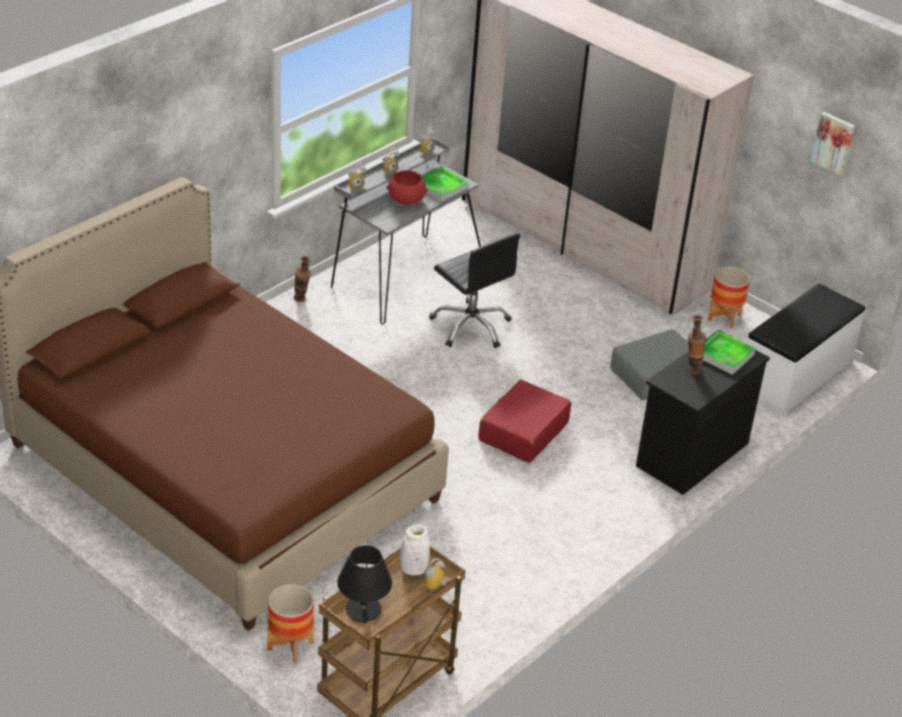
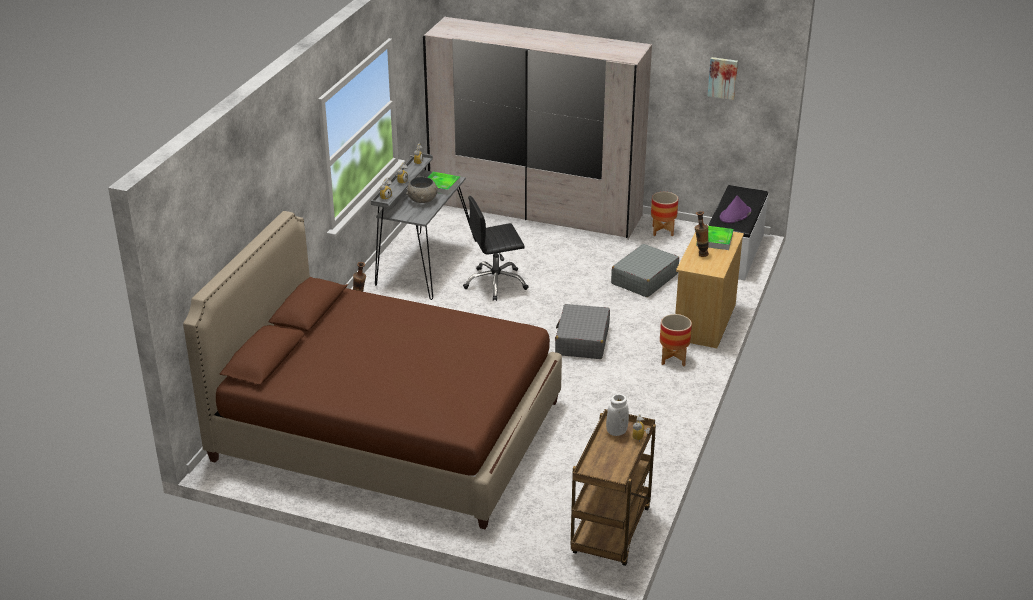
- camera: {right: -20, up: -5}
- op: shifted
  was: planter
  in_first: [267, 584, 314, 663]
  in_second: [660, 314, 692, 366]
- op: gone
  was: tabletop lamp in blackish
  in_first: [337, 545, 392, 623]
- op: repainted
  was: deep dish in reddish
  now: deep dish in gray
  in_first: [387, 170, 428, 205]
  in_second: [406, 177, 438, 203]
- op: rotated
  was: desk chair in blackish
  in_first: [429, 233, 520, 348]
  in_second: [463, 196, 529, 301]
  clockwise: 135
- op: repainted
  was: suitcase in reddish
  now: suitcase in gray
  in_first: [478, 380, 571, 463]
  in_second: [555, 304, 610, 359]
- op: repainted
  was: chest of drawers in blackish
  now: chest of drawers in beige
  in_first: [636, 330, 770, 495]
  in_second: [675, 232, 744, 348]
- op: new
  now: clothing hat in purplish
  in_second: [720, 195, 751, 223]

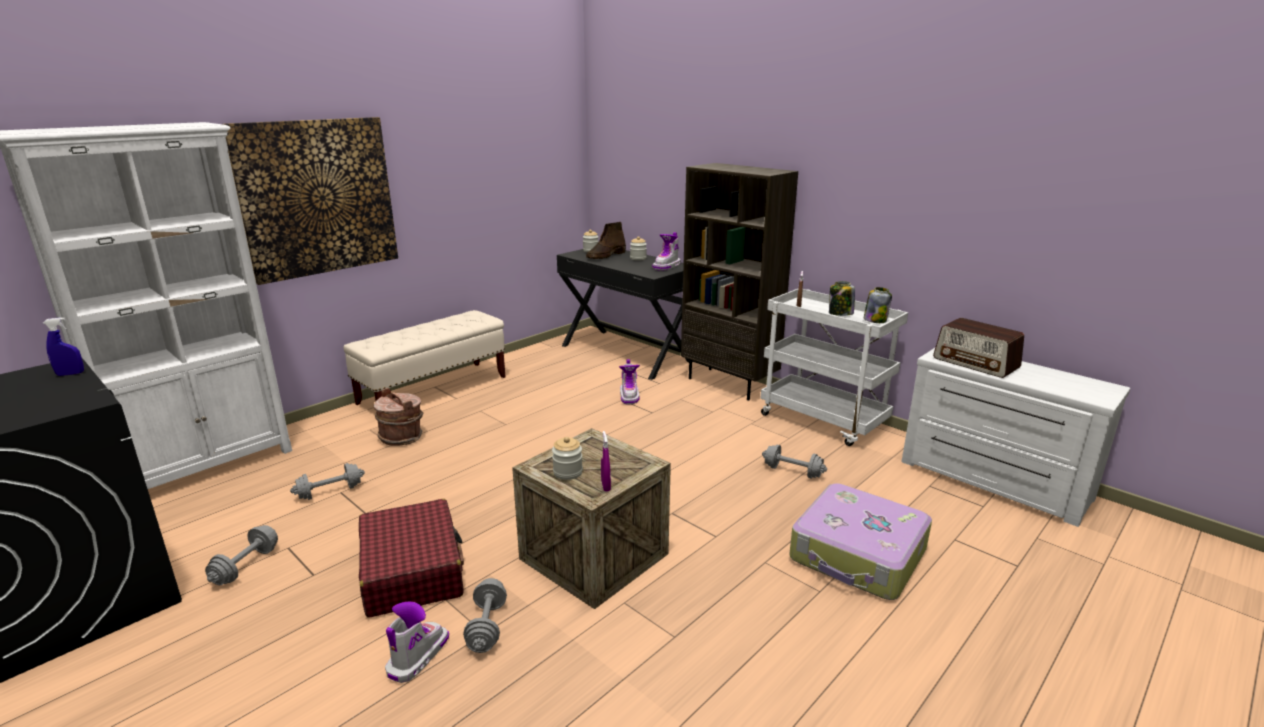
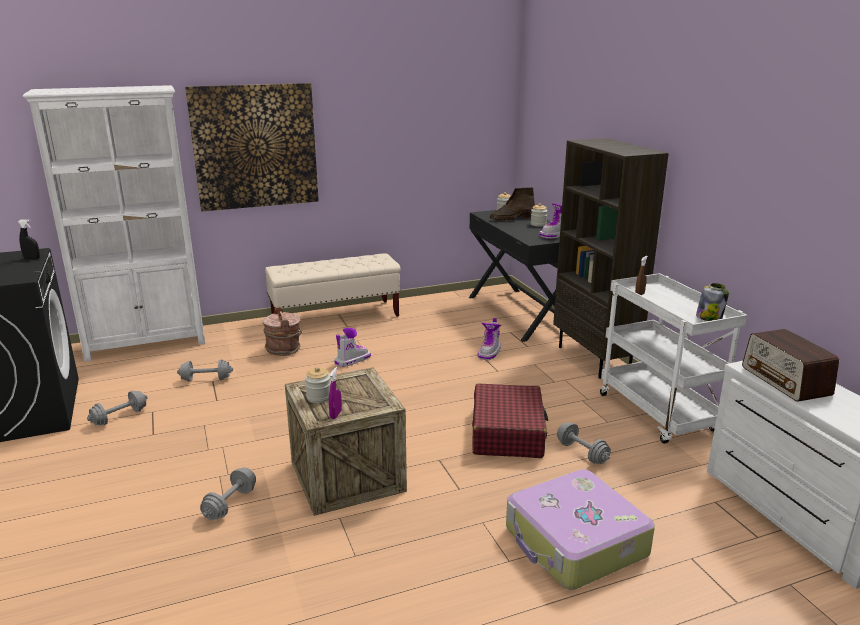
- camera: {right: 25, up: 0}
- op: repainted
  was: hand sprayer in blue
  now: hand sprayer in blackish
  in_first: [43, 317, 84, 376]
  in_second: [18, 219, 40, 259]
- op: shifted
  was: suitcase in reddish
  in_first: [359, 499, 464, 618]
  in_second: [472, 383, 548, 458]
- op: shifted
  was: boot
  in_first: [385, 601, 449, 683]
  in_second: [334, 328, 371, 367]
- op: gone
  was: jar
  in_first: [829, 281, 855, 316]

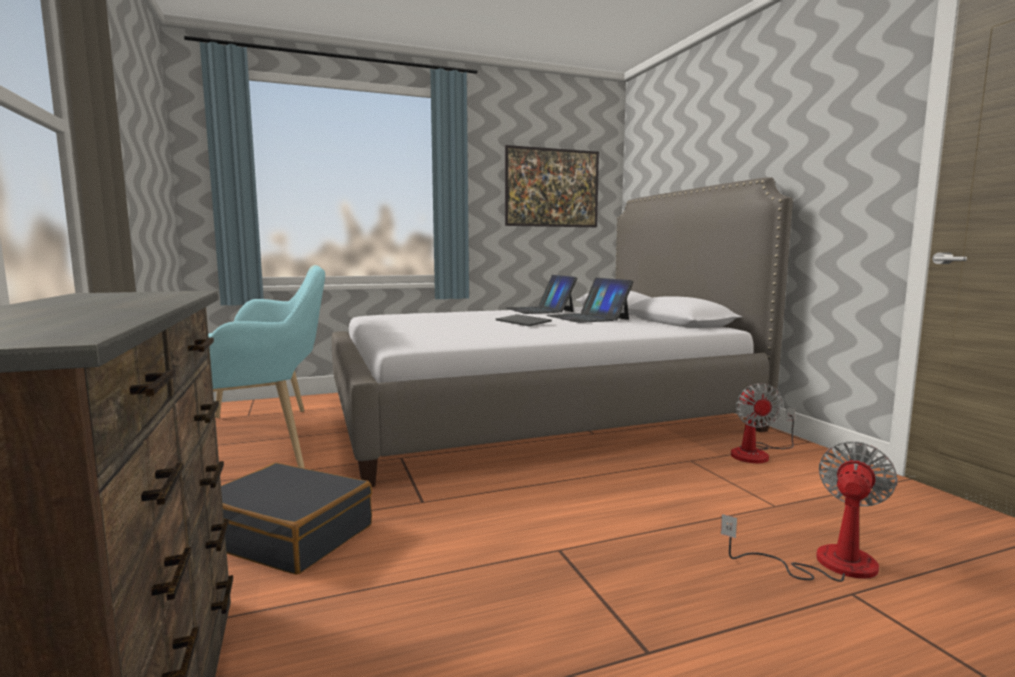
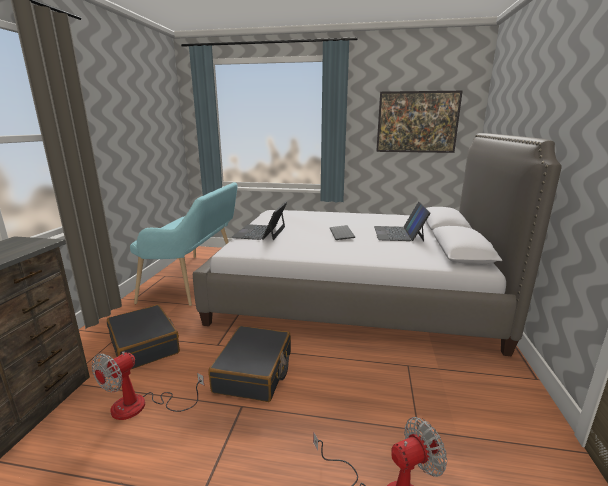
- camera: {right: 30, up: 10}
- op: shifted
  was: laptop
  in_first: [506, 275, 577, 314]
  in_second: [231, 201, 287, 240]
- op: shifted
  was: electric fan
  in_first: [731, 383, 795, 463]
  in_second: [92, 351, 204, 420]
- op: new
  now: suitcase in blackish
  in_second: [208, 326, 291, 402]

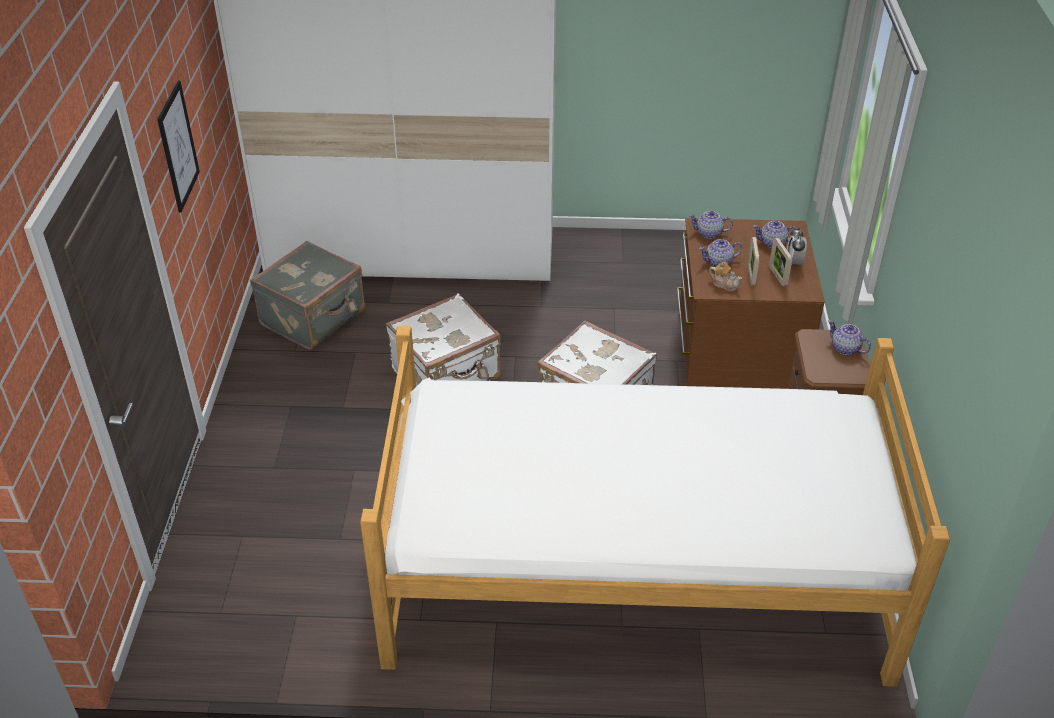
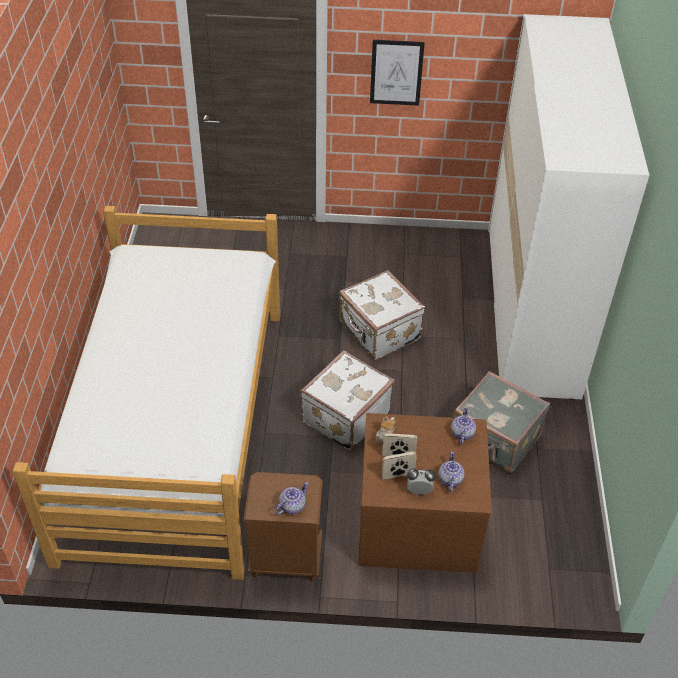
- camera: {right: 90, up: 5}
- op: shifted
  was: suitcase in gray
  in_first: [250, 241, 365, 349]
  in_second: [454, 371, 550, 473]
- op: gone
  was: teapot
  in_first: [699, 239, 742, 267]

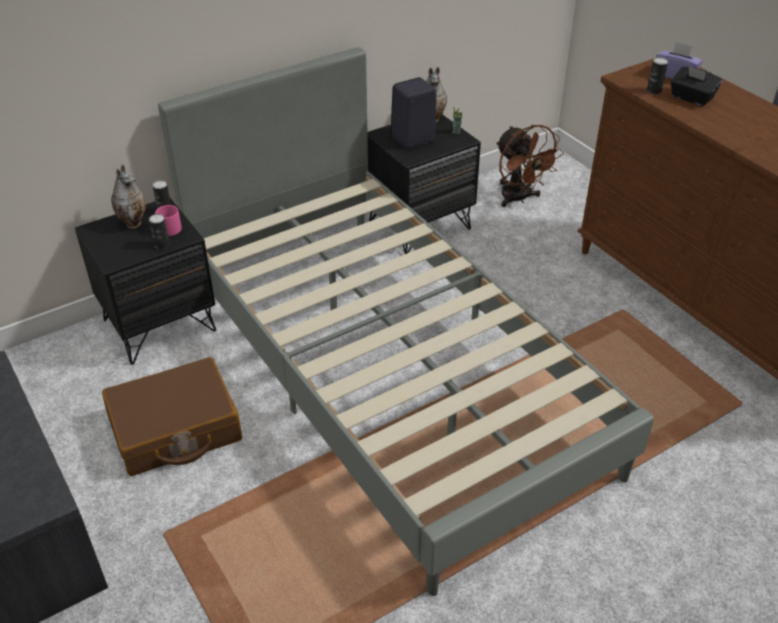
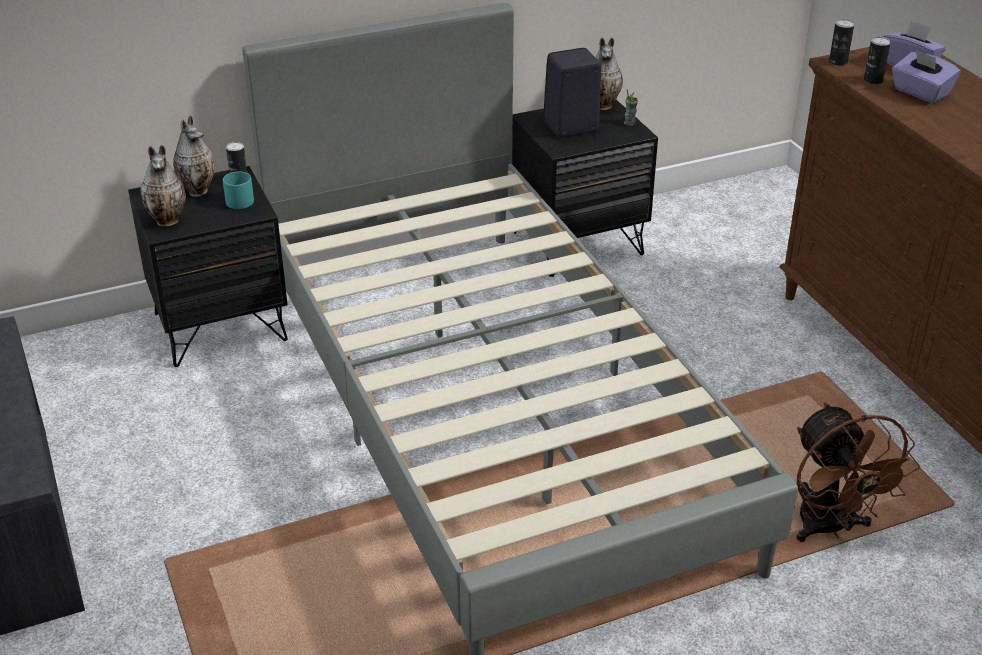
- camera: {right: 10, up: -5}
- op: gone
  was: suitcase in brown-coloured
  in_first: [102, 357, 242, 476]
- op: shifted
  was: sealed can
  in_first: [149, 214, 170, 250]
  in_second: [829, 19, 854, 66]
- op: repainted
  was: mug in pink-coloured
  now: mug in turquoise
  in_first: [155, 205, 182, 236]
  in_second: [223, 171, 254, 209]
- op: shifted
  was: electric fan in brown-coloured
  in_first: [496, 125, 564, 207]
  in_second: [796, 403, 920, 542]
- op: repainted
  was: tissue holder in blackish
  now: tissue holder in purplish
  in_first: [670, 66, 722, 106]
  in_second: [892, 50, 960, 103]
- op: new
  now: flower vase
  in_second: [140, 145, 186, 227]

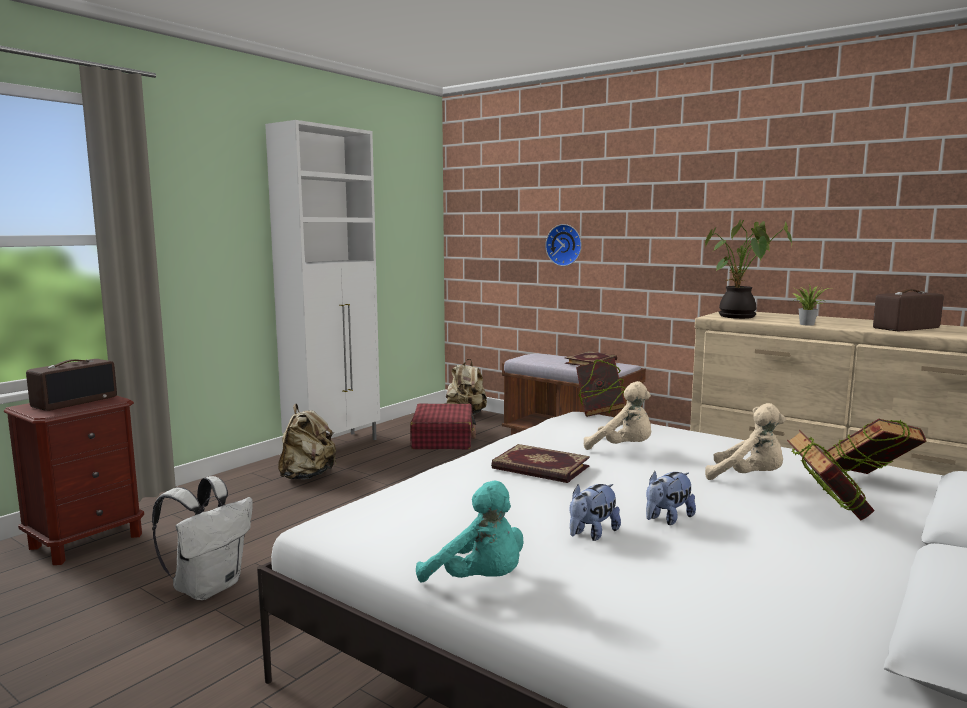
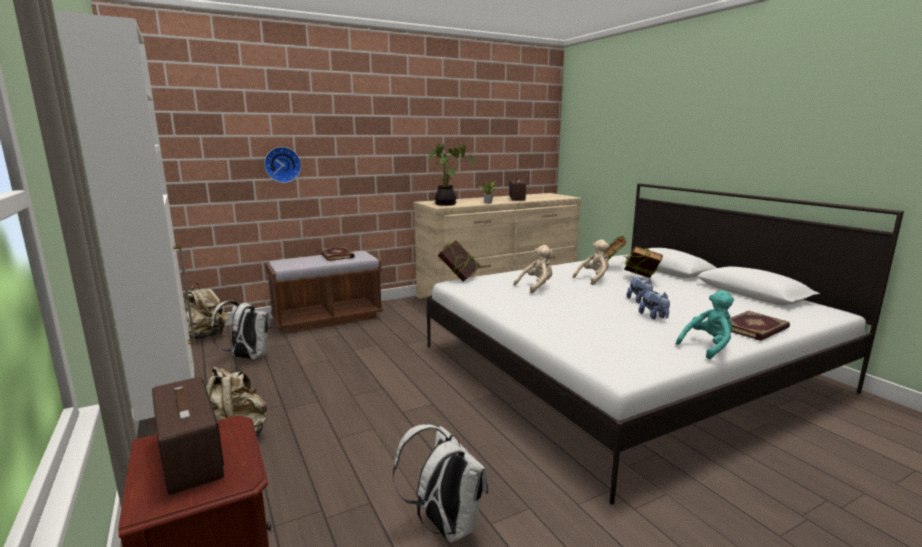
- camera: {right: -65, up: 5}
- op: swapped
  was: suitcase in reddish
  now: backpack in whitish
  in_first: [410, 403, 476, 449]
  in_second: [211, 300, 272, 360]
- op: shifted
  was: bound book
  in_first: [491, 444, 590, 483]
  in_second: [731, 311, 790, 341]

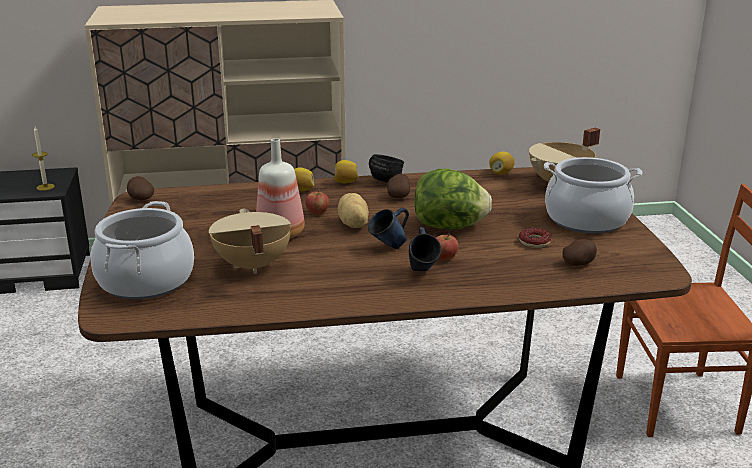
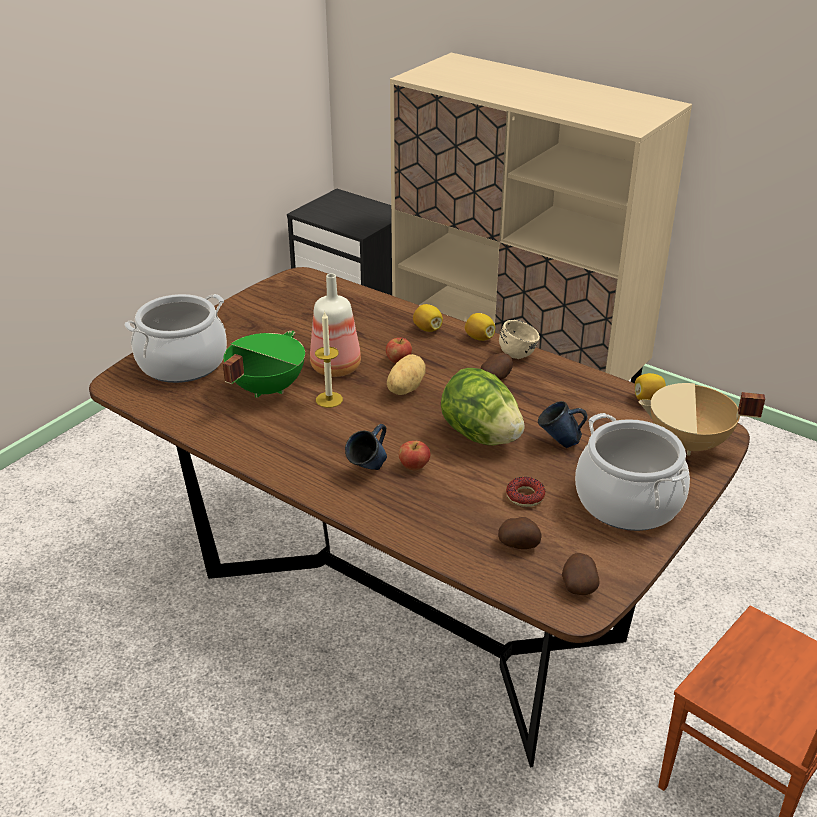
- camera: {right: 45, up: 10}
- op: shifted
  was: wax light
  in_first: [32, 126, 55, 191]
  in_second: [315, 311, 343, 408]
- op: shifted
  was: potato
  in_first: [127, 176, 154, 201]
  in_second: [562, 553, 599, 595]
- op: repainted
  was: stockpot in beige
  now: stockpot in greenish
  in_first: [209, 209, 291, 274]
  in_second: [223, 331, 305, 398]
- op: shifted
  was: mug in blue
  in_first: [368, 208, 409, 249]
  in_second: [538, 401, 588, 448]
- op: repainted
  was: mug in blackish
  now: mug in beige
  in_first: [369, 154, 404, 183]
  in_second: [499, 320, 540, 359]

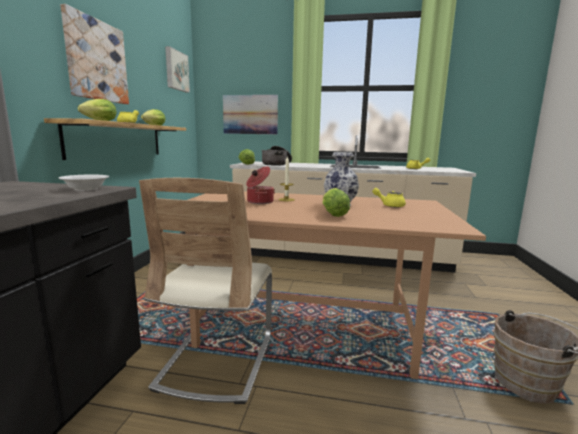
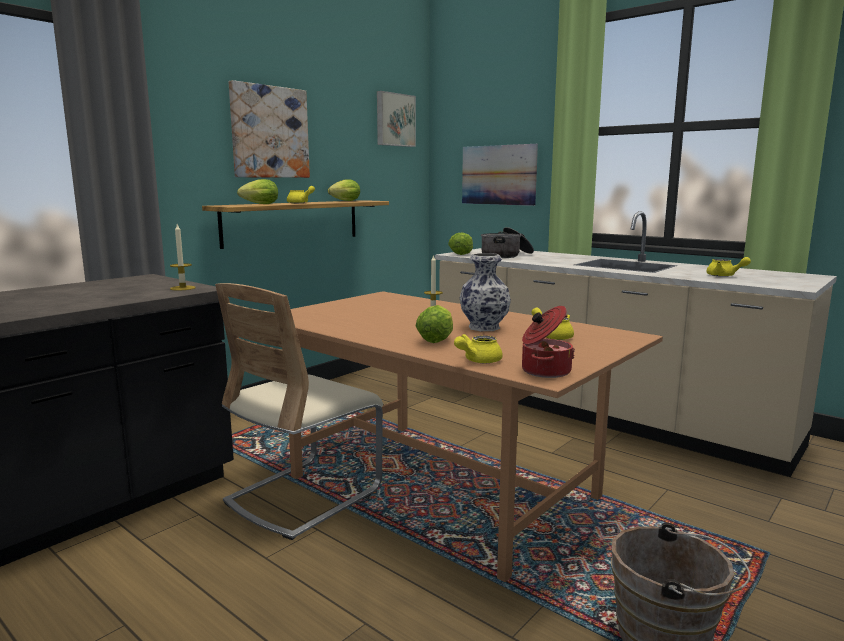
- camera: {right: 30, up: 0}
- op: swapped
  was: deep dish in whitish
  now: wax light
  in_first: [59, 175, 109, 190]
  in_second: [170, 224, 195, 291]
- op: shifted
  was: stockpot
  in_first: [246, 166, 275, 204]
  in_second: [522, 306, 575, 378]
- op: new
  now: teapot in yellow-coloured
  in_second: [454, 334, 503, 363]

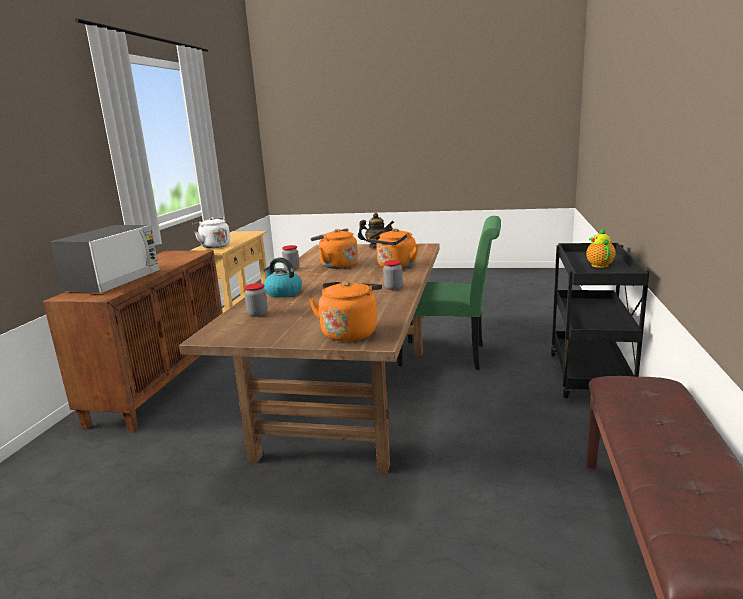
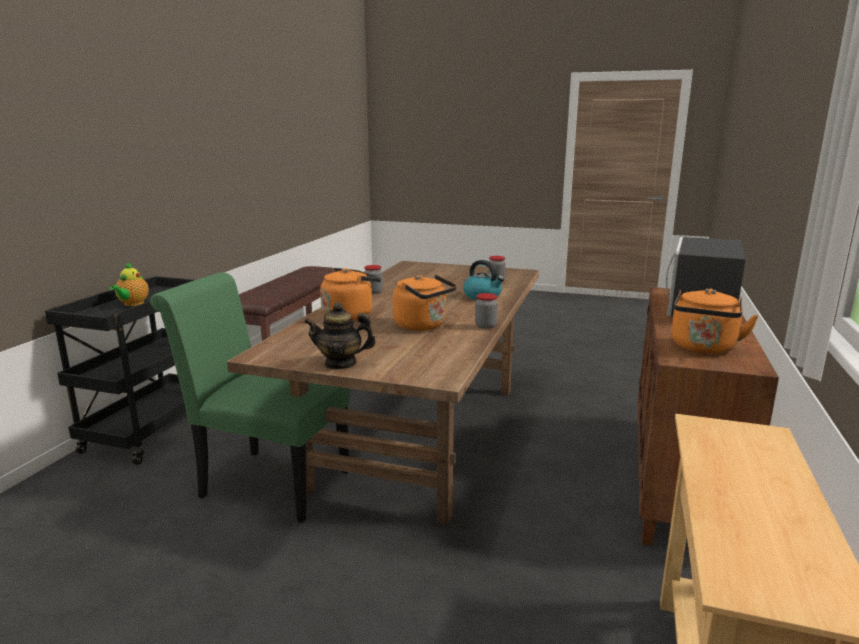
- camera: {right: -175, up: 0}
- op: gone
  was: tea kettle in whitish
  in_first: [192, 217, 230, 248]
- op: shifted
  was: tea kettle in orange-coloured
  in_first: [309, 281, 382, 342]
  in_second: [671, 288, 759, 354]

